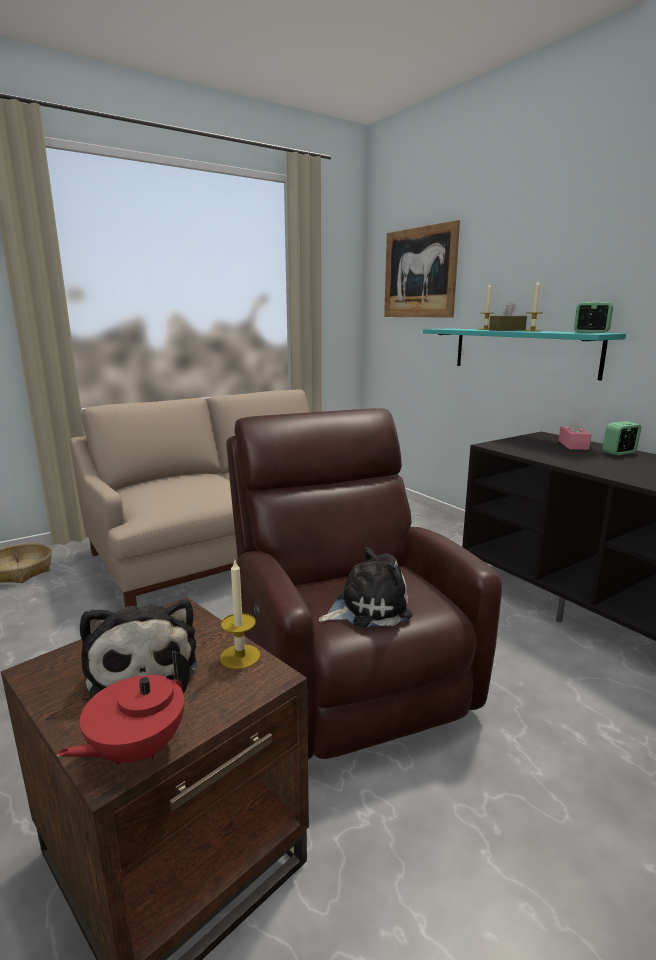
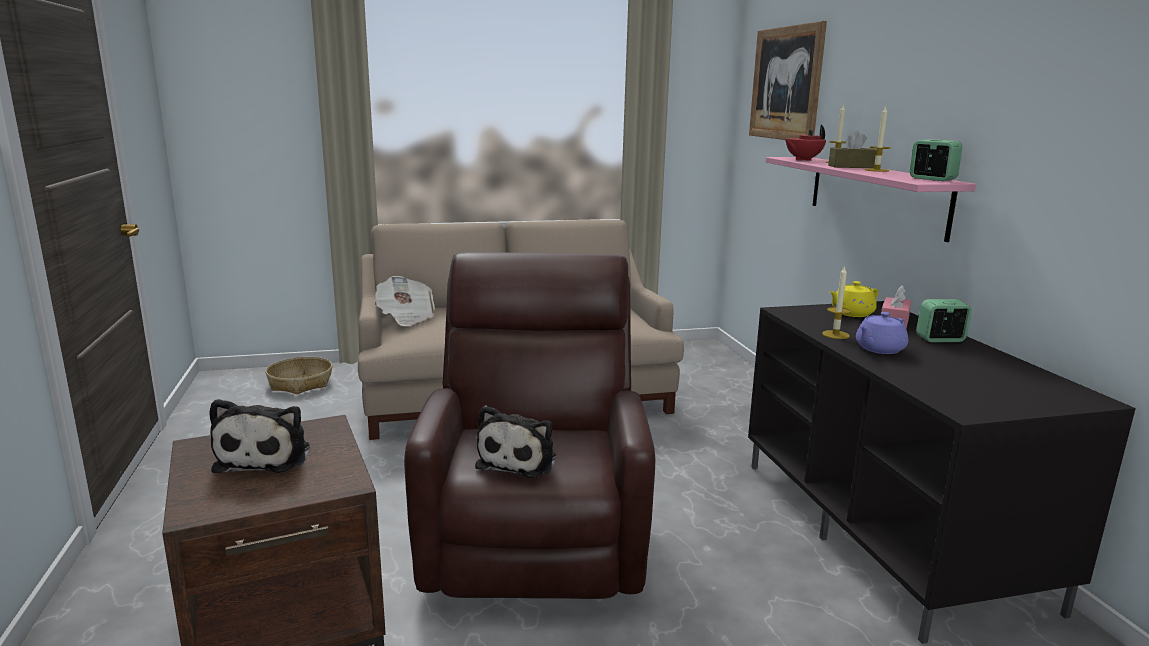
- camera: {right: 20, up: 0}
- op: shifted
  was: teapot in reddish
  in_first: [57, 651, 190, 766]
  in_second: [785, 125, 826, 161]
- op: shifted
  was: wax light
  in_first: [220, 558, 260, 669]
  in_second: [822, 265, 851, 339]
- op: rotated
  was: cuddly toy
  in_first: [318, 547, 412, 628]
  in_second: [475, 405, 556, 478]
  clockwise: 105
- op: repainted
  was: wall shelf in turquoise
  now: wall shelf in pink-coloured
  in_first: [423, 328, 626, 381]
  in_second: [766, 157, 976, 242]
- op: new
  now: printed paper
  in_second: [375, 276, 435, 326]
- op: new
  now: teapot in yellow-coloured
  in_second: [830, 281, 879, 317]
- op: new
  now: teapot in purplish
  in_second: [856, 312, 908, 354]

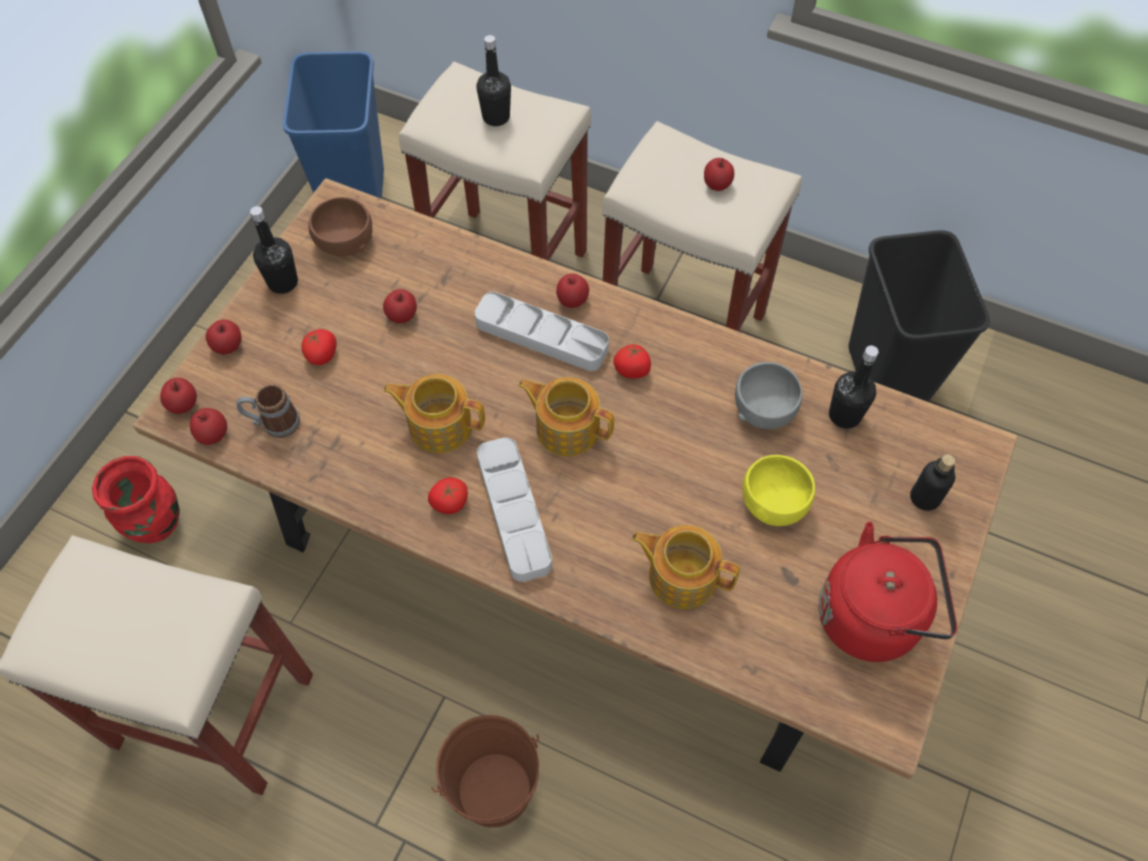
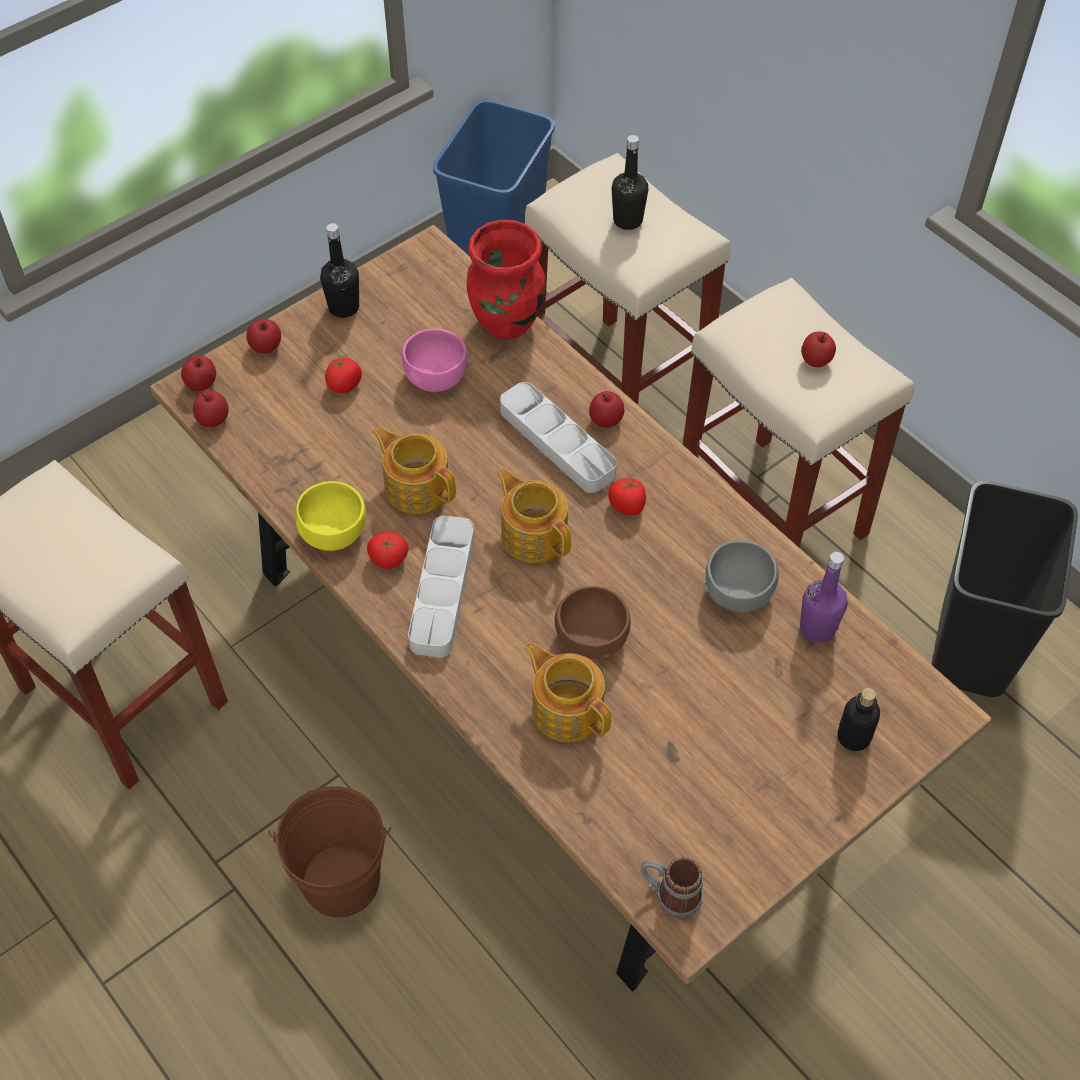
- camera: {right: 25, up: -5}
- op: shifted
  was: flower vase in reddish
  in_first: [92, 456, 180, 543]
  in_second: [467, 220, 545, 340]
- op: shifted
  was: mug
  in_first: [236, 384, 300, 438]
  in_second: [640, 857, 703, 918]
- op: shifted
  was: deep dish in brown-coloured
  in_first: [308, 197, 372, 256]
  in_second: [555, 586, 631, 660]
- op: swapped
  was: whole apple
  now: deep dish in pink-coloured
  in_first: [383, 289, 417, 324]
  in_second: [402, 329, 468, 392]
- op: shifted
  was: deep dish in yellow-coloured
  in_first: [743, 455, 815, 526]
  in_second: [296, 481, 366, 551]
- op: gone
  was: tea kettle in reddish
  in_first: [819, 522, 957, 662]
- op: repainted
  was: bottle in blackish
  now: bottle in purplish
  in_first: [829, 346, 879, 429]
  in_second: [800, 552, 848, 643]

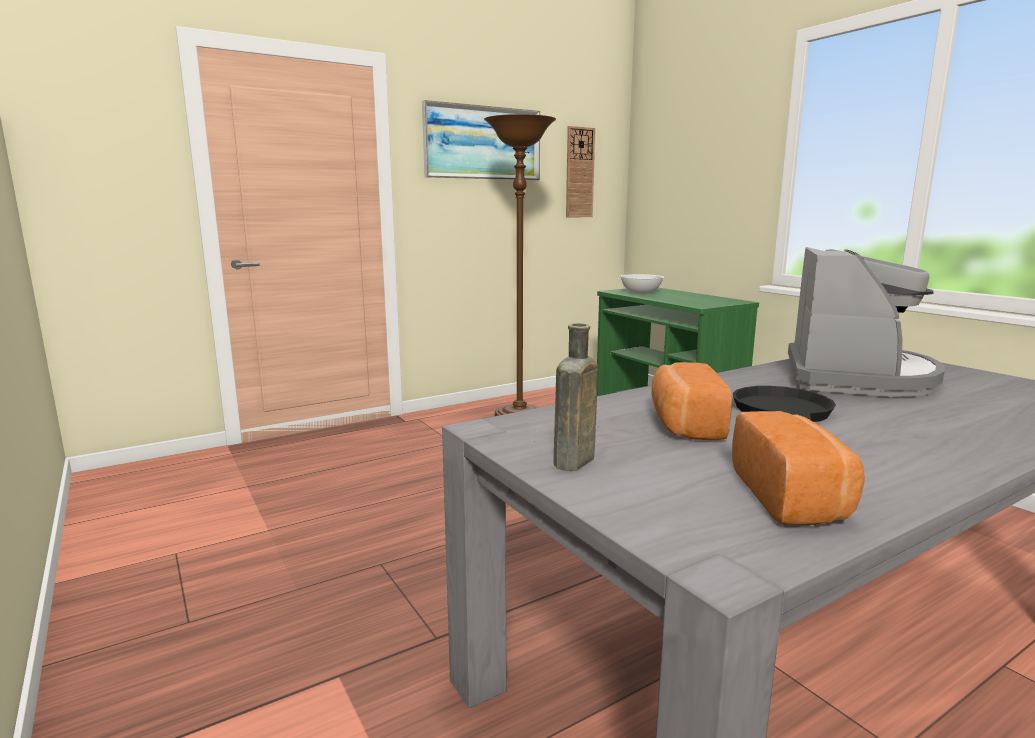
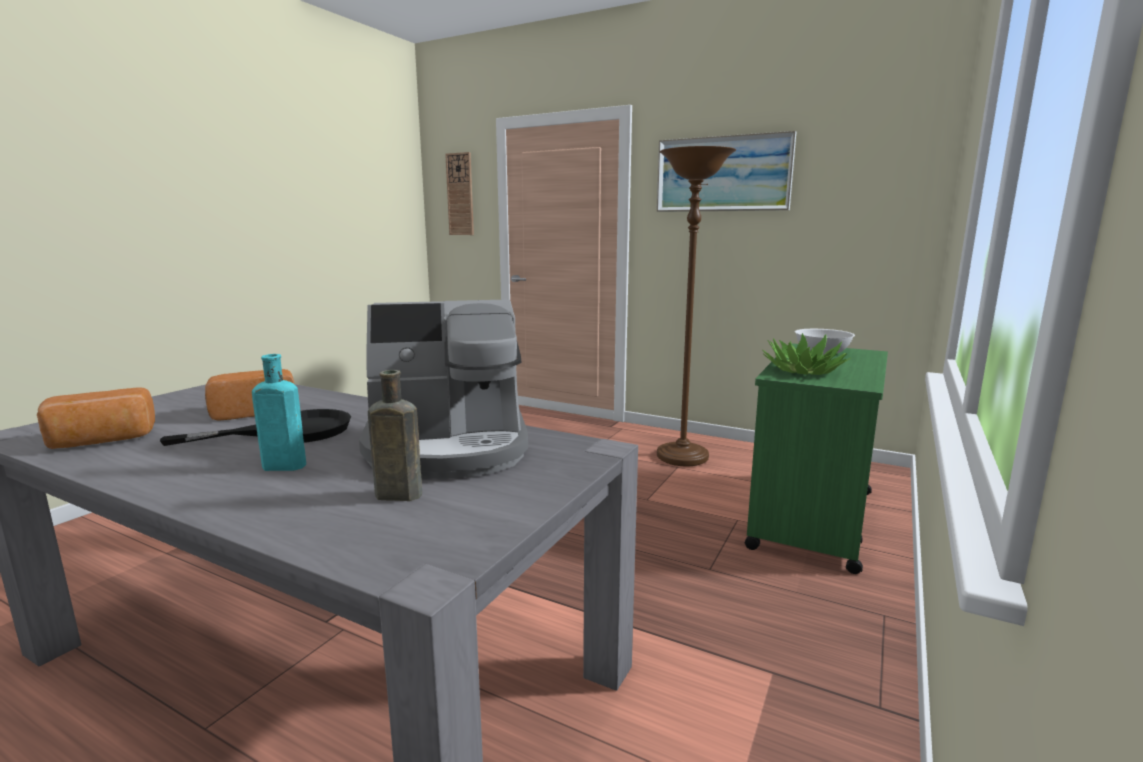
- camera: {right: 60, up: 0}
- op: shifted
  was: bottle in brown-coloured
  in_first: [553, 323, 598, 471]
  in_second: [368, 370, 422, 501]
- op: shifted
  was: wall clock
  in_first: [566, 126, 595, 218]
  in_second: [445, 152, 474, 235]
- op: new
  now: bottle in turquoise
  in_second: [252, 354, 306, 471]
- op: new
  now: plant in a pot
  in_second: [762, 333, 851, 375]

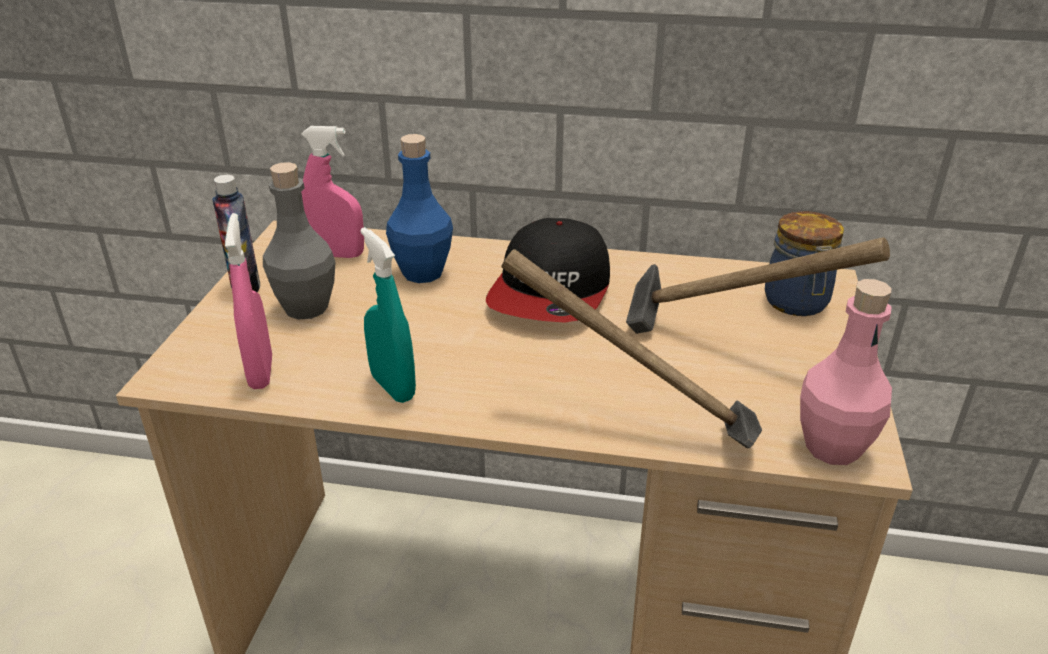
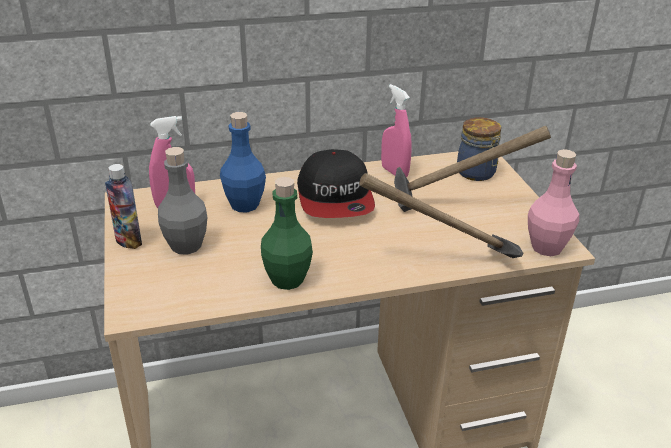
- camera: {right: -25, up: 0}
- op: shifted
  was: hand sprayer in pink-coloured
  in_first: [225, 213, 272, 389]
  in_second: [381, 84, 412, 178]
- op: swapped
  was: hand sprayer in turquoise
  now: bottle in greenish
  in_first: [360, 227, 416, 403]
  in_second: [261, 177, 313, 290]

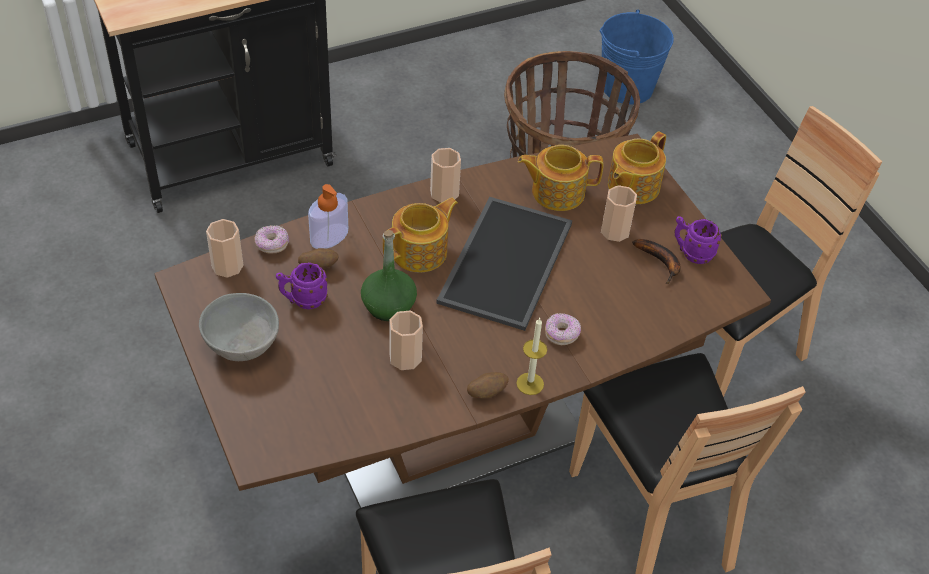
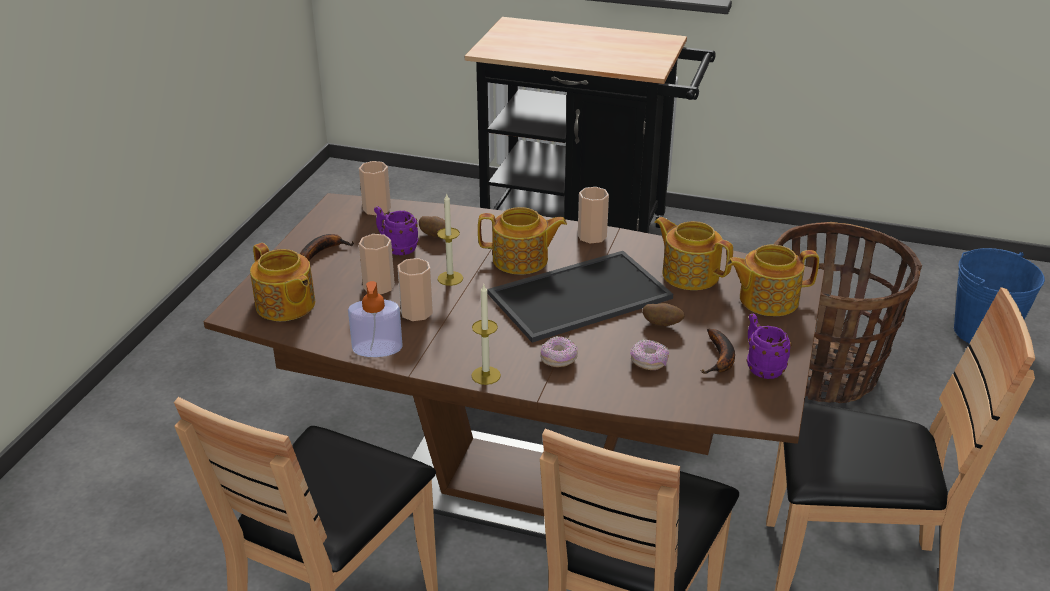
- camera: {right: 45, up: -15}
- op: swapped
  was: deep dish in gray
  now: banana
  in_first: [199, 293, 279, 361]
  in_second: [300, 234, 354, 261]
- op: shifted
  was: doughnut
  in_first: [254, 225, 289, 253]
  in_second: [630, 339, 669, 370]
- op: shifted
  was: liquid soap bottle
  in_first: [308, 184, 348, 249]
  in_second: [348, 281, 403, 357]
- op: swapped
  was: bottle in greenish
  now: wax light
  in_first: [361, 230, 417, 321]
  in_second: [437, 193, 463, 286]
- op: shifted
  was: potato
  in_first: [467, 372, 509, 399]
  in_second: [642, 303, 685, 326]
- op: shifted
  was: cup
  in_first: [601, 185, 637, 242]
  in_second: [359, 234, 395, 295]
- op: new
  now: teapot
  in_second: [250, 243, 315, 321]

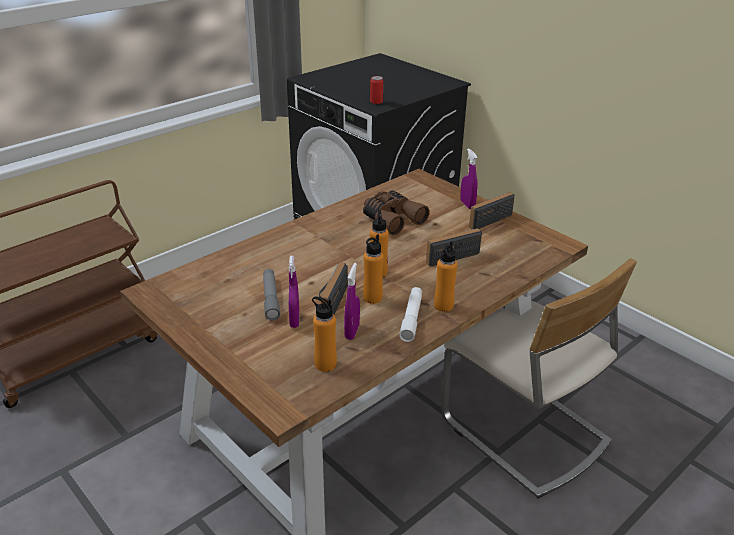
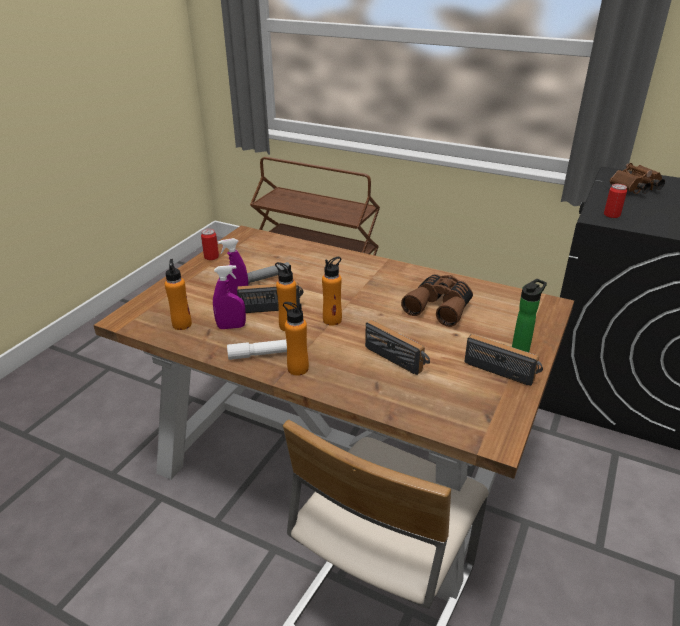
- camera: {right: 70, up: 0}
- op: swapped
  was: hand sprayer in purplish
  now: bottle
  in_first: [460, 148, 478, 209]
  in_second: [512, 279, 547, 352]
- op: new
  now: sealed can
  in_second: [201, 229, 219, 260]
- op: new
  now: binoculars in brown-coloured
  in_second: [610, 163, 665, 194]

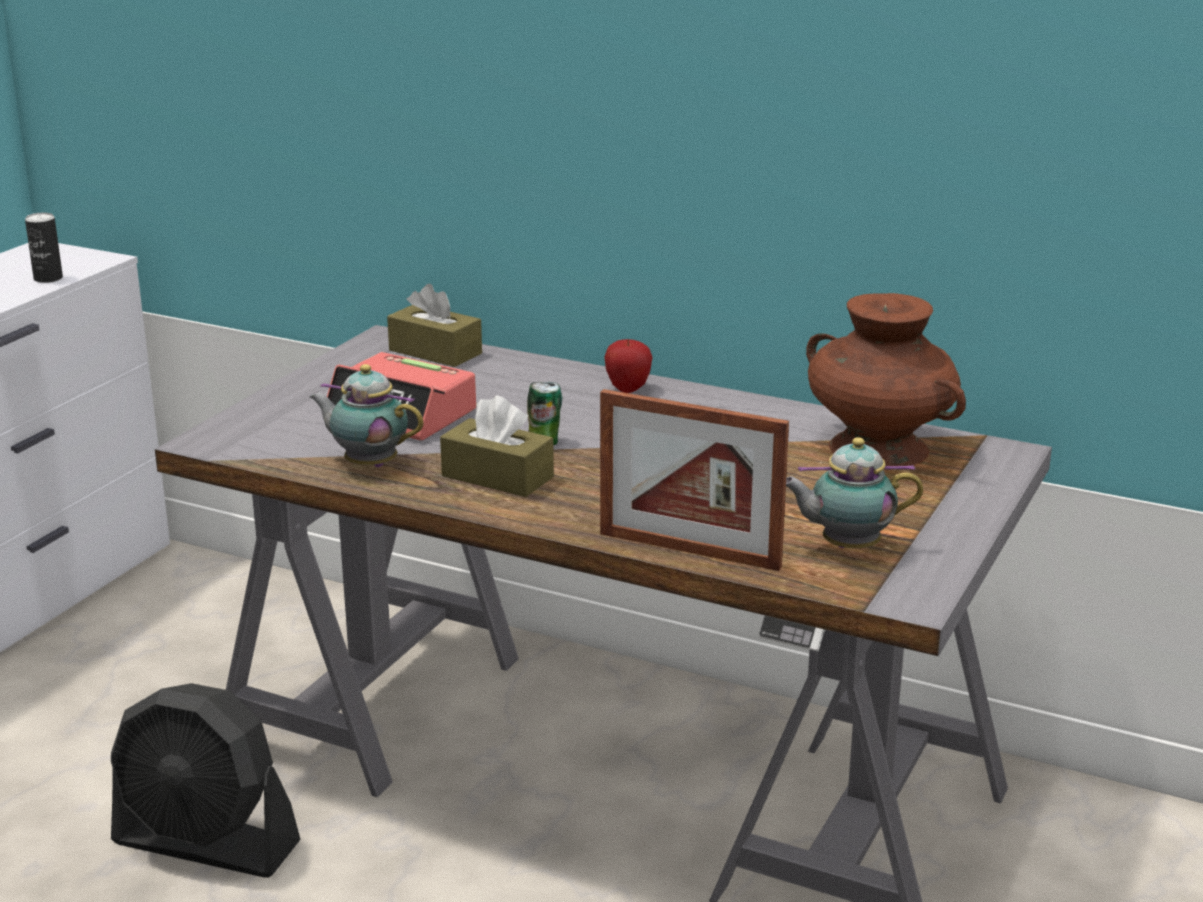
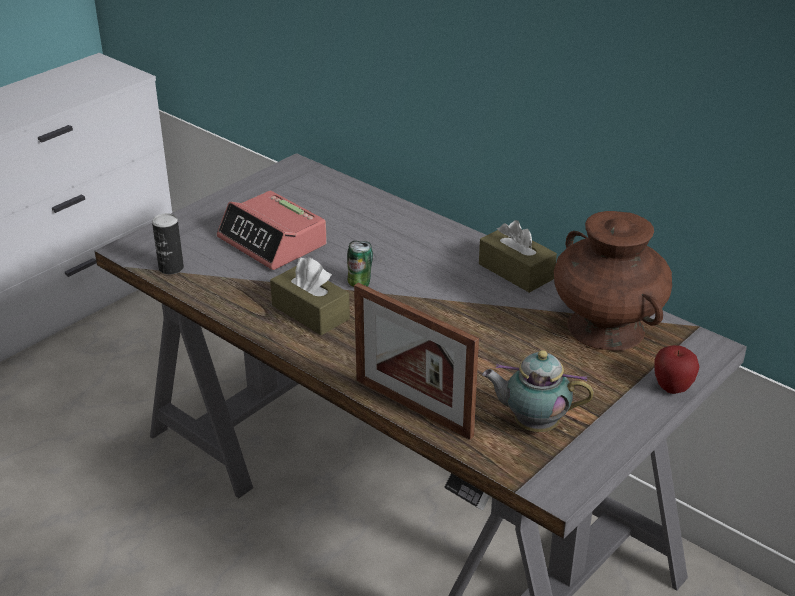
- camera: {right: 15, up: 10}
- op: shifted
  was: sealed can
  in_first: [25, 213, 63, 283]
  in_second: [152, 213, 184, 275]
- op: gone
  was: electric fan in blackish
  in_first: [111, 683, 301, 878]
- op: gone
  was: teapot
  in_first: [309, 364, 424, 467]
- op: shifted
  was: tissue holder in brown-coloured
  in_first: [387, 284, 482, 367]
  in_second: [479, 220, 557, 293]
- op: shifted
  was: whole apple
  in_first: [604, 339, 653, 393]
  in_second: [654, 345, 699, 394]

